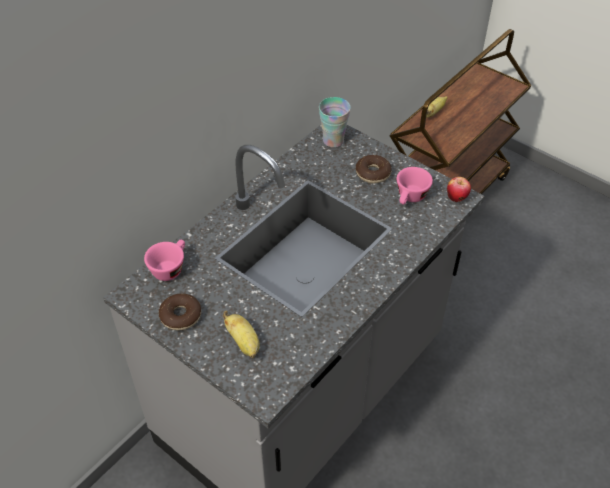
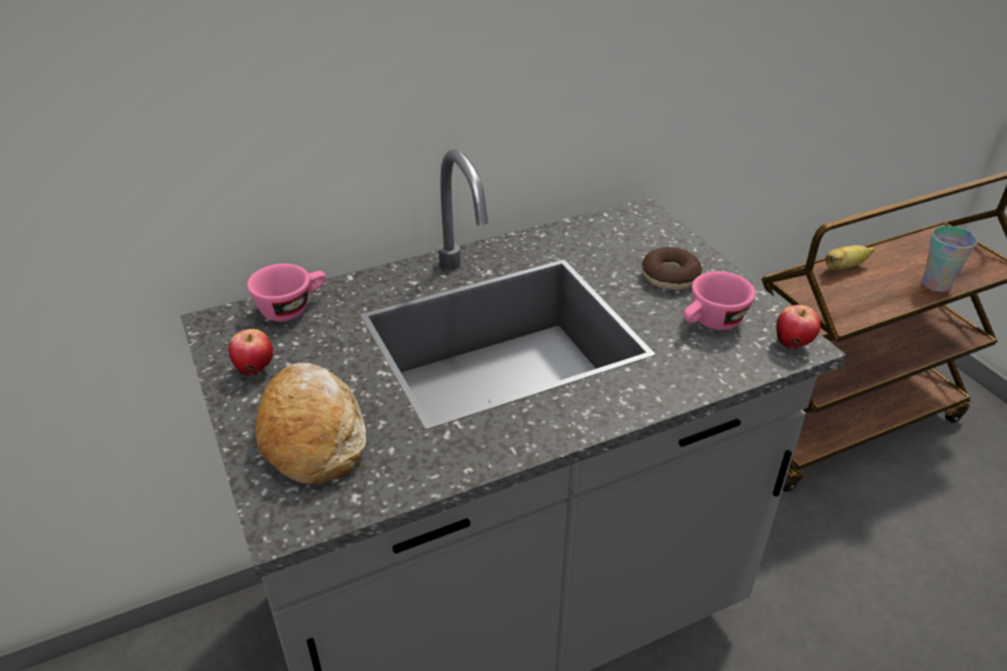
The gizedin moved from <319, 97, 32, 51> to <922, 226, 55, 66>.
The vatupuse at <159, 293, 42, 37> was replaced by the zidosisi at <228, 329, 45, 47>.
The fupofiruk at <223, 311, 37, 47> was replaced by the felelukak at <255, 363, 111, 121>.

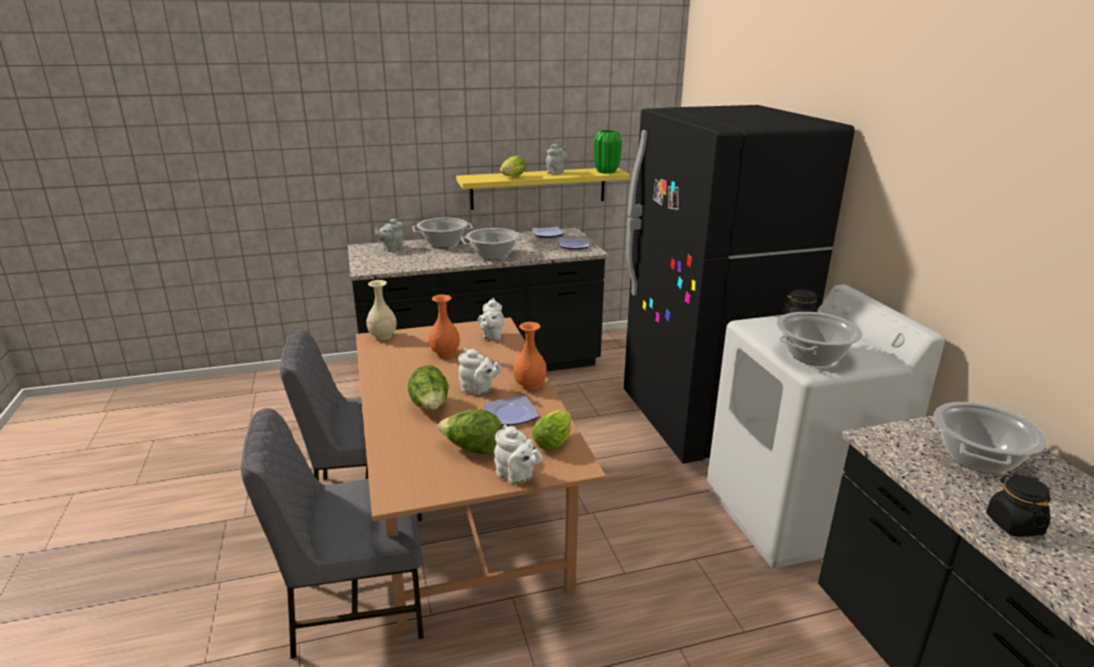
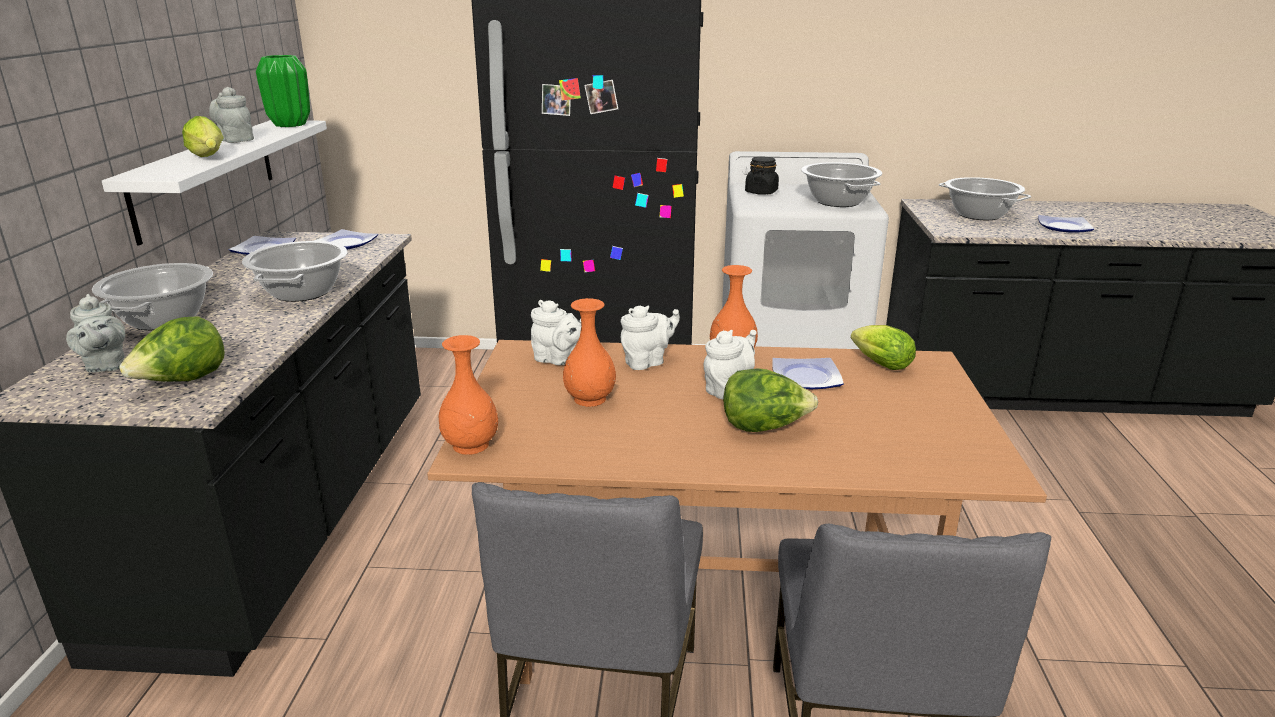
The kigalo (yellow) at <456, 168, 174, 42> became the kigalo (white) at <102, 120, 225, 126>.
The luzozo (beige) at <366, 280, 31, 60> became the luzozo (orange) at <439, 335, 59, 120>.
The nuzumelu moved from <438, 409, 64, 45> to <119, 316, 106, 66>.
The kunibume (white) moved from <495, 425, 48, 59> to <621, 305, 59, 65>.
The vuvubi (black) at <986, 474, 65, 63> was replaced by the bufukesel at <1038, 215, 56, 18>.

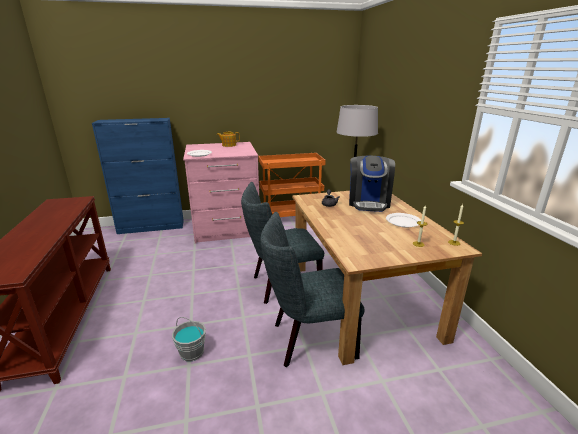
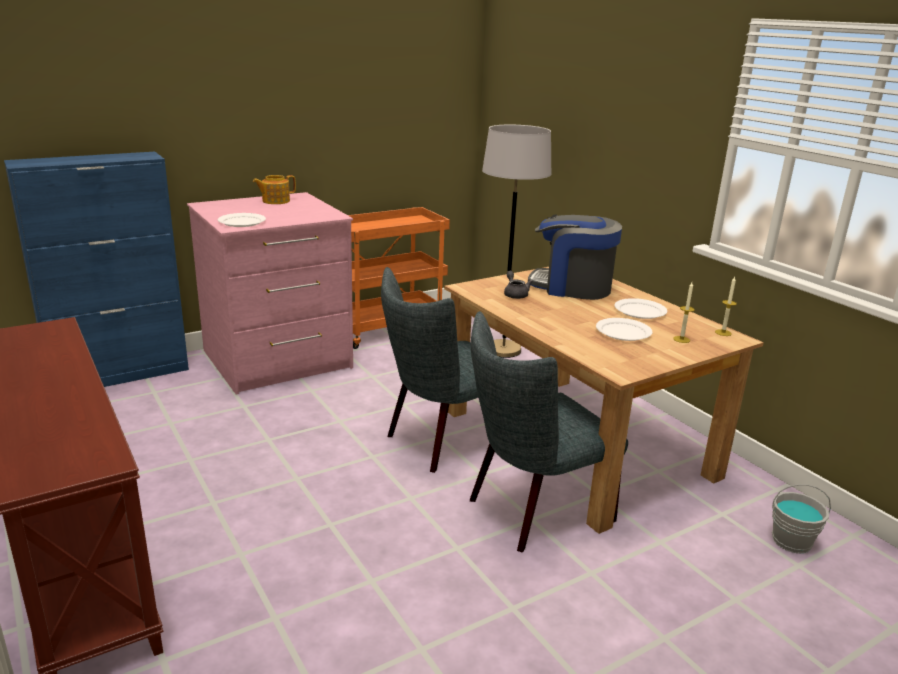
The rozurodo at <349, 156, 46, 56> turned 120 degrees clockwise.
The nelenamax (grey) moved from <172, 317, 34, 44> to <772, 484, 59, 70>.
The bufukesel (white) at <596, 318, 56, 23> appeared.

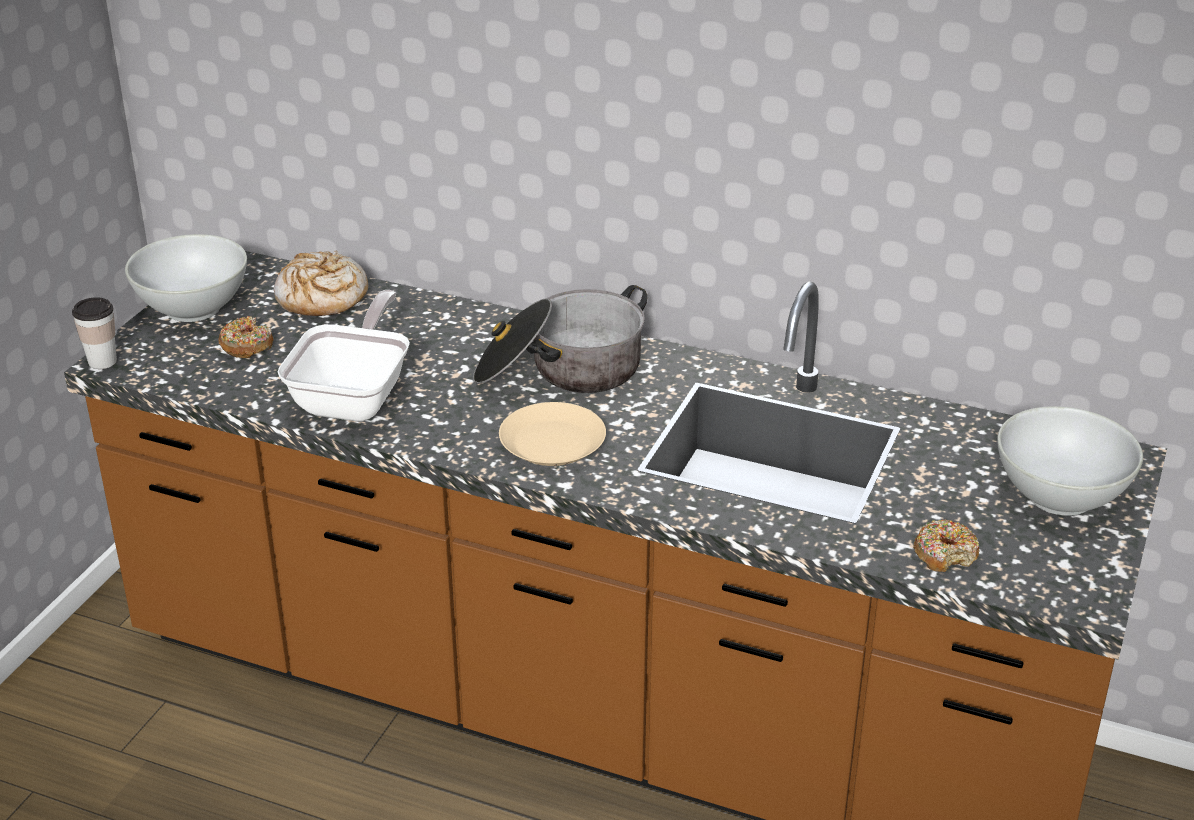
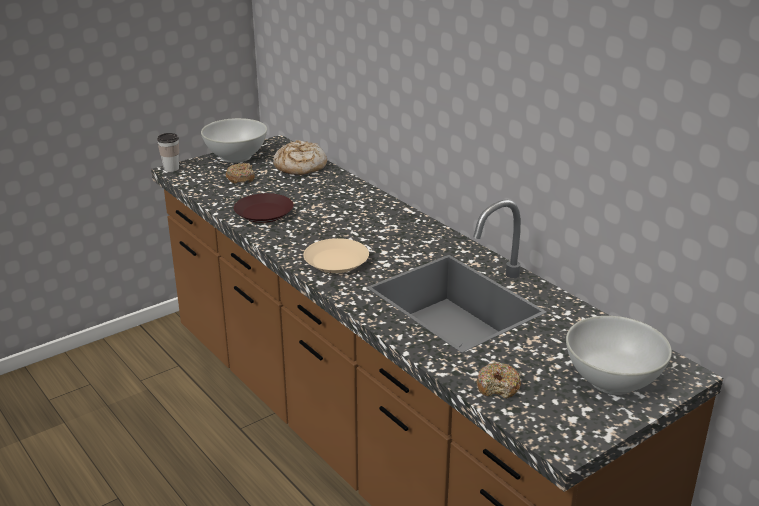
The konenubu at <473, 285, 174, 108> disappeared.
The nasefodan at <277, 290, 133, 132> was replaced by the bufukesel (brown) at <234, 193, 60, 30>.

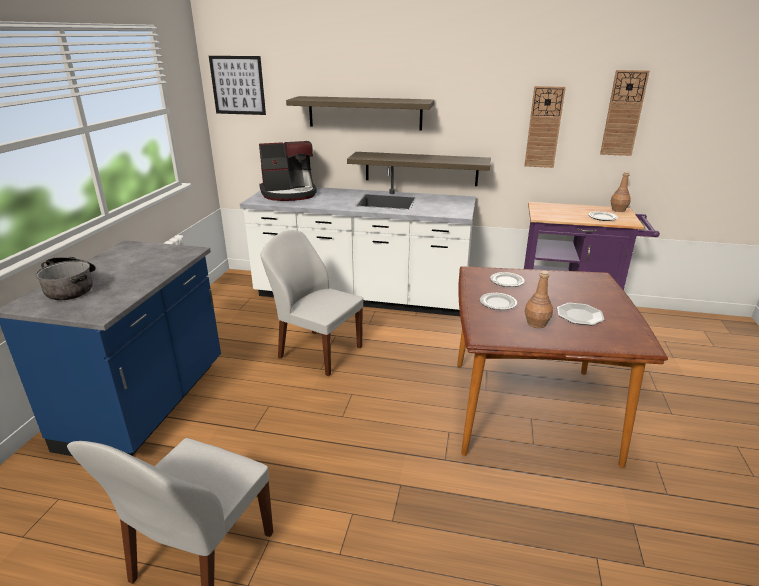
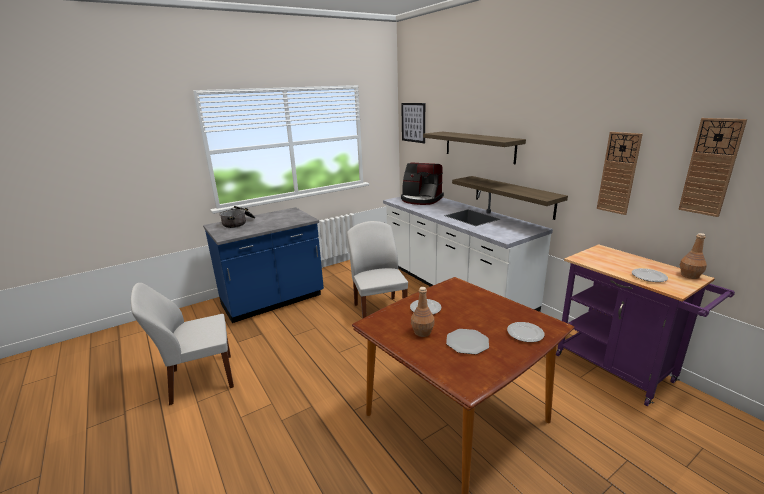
The bufukesel moved from <490, 272, 35, 15> to <507, 322, 38, 20>.

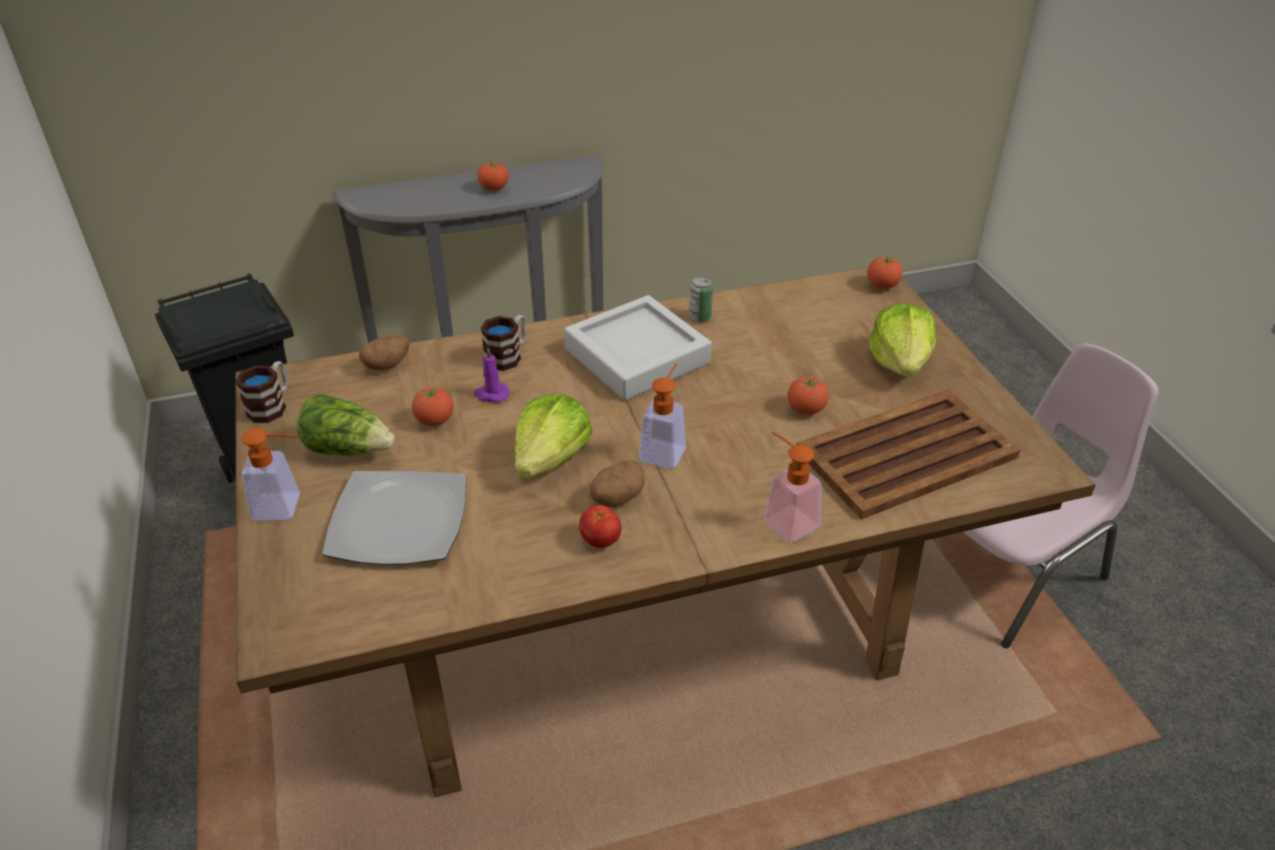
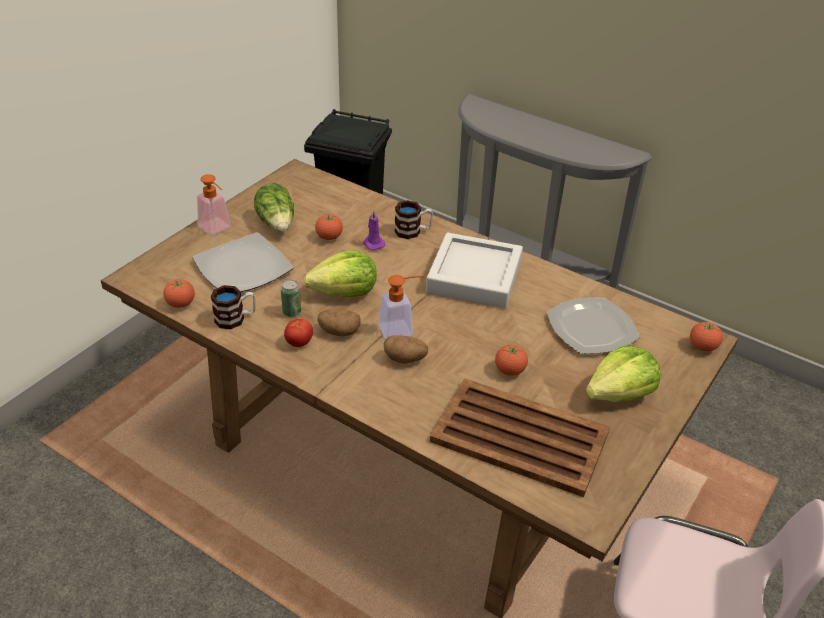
The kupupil moved from <477, 161, 32, 30> to <163, 279, 32, 29>.
The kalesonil moved from <689, 276, 24, 46> to <280, 279, 21, 38>.
The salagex moved from <359, 334, 51, 36> to <384, 335, 44, 29>.
The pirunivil moved from <235, 361, 52, 62> to <211, 285, 45, 44>.
The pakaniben at <764, 431, 57, 112> disappeared.
The bufukesel at <547, 297, 93, 57> appeared.

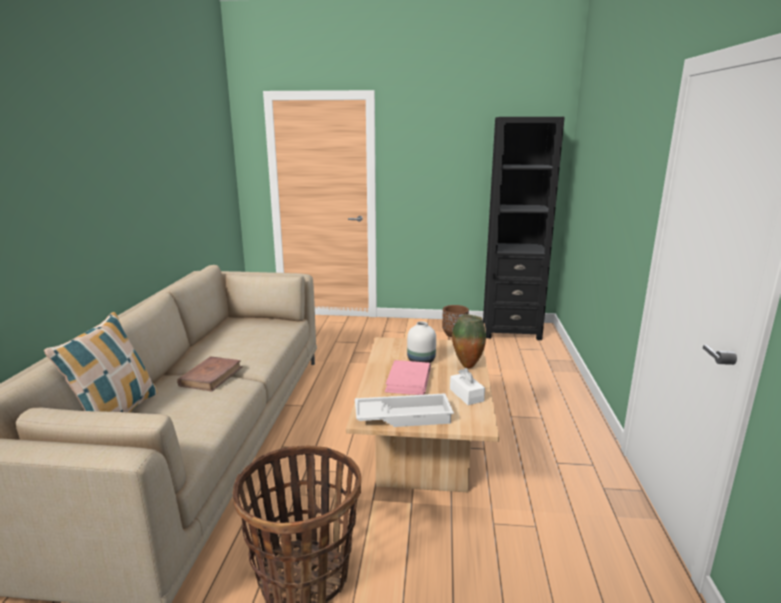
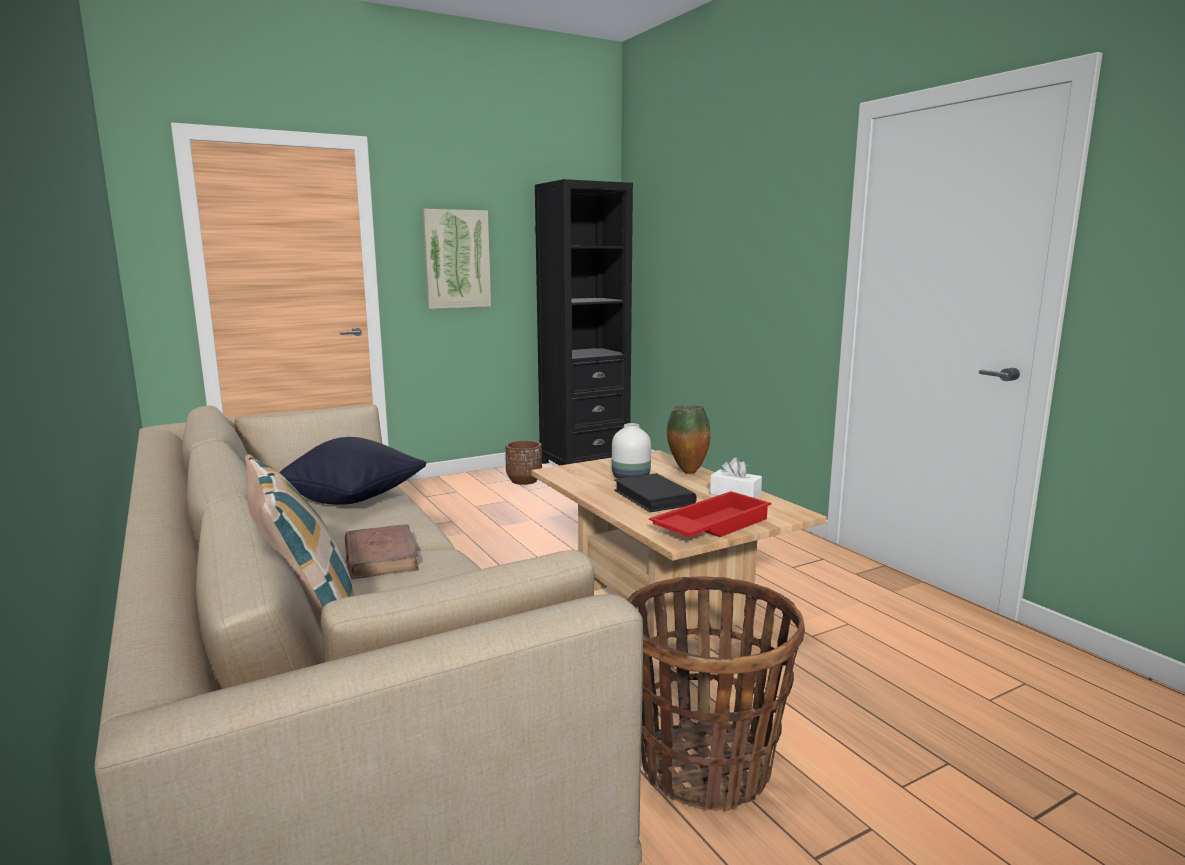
The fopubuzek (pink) at <385, 360, 46, 35> became the fopubuzek (black) at <614, 473, 83, 39>.
The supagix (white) at <355, 393, 99, 34> became the supagix (red) at <649, 491, 123, 46>.
The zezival at <422, 209, 69, 100> appeared.
The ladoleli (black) at <279, 437, 147, 68> appeared.

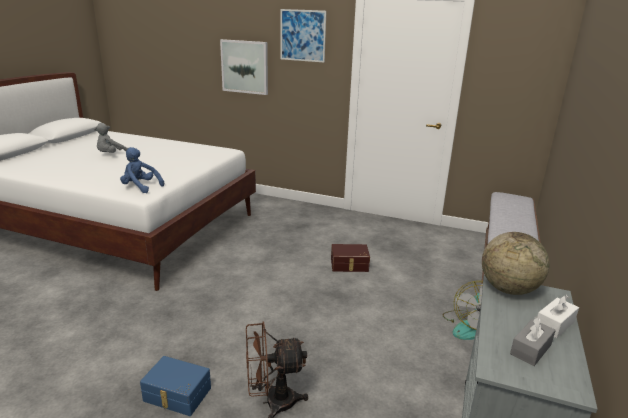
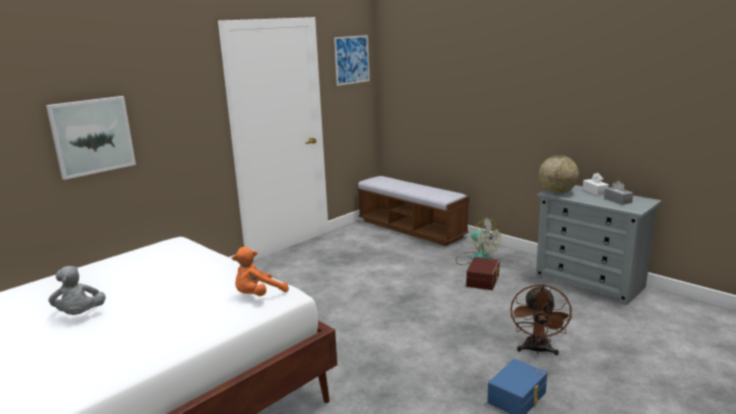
The zezival moved from <281, 9, 45, 54> to <334, 35, 36, 51>.
The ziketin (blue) at <120, 147, 44, 46> became the ziketin (orange) at <232, 247, 57, 49>.
The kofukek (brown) moved from <331, 244, 39, 28> to <466, 257, 34, 33>.

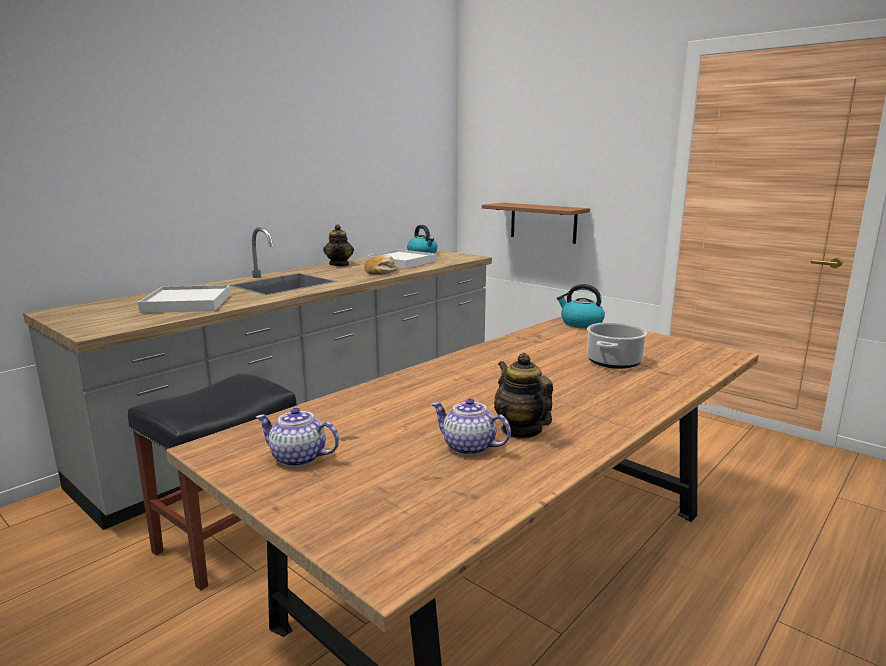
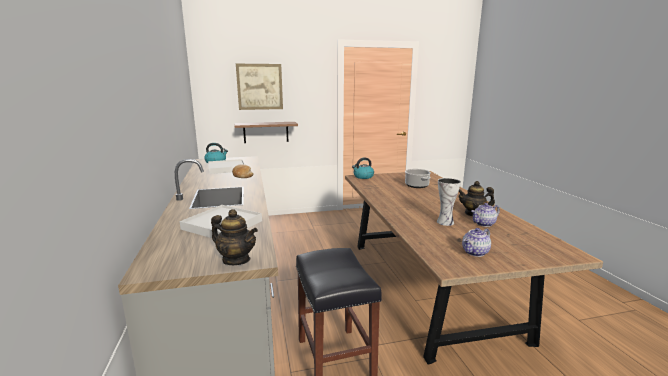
The kunibume moved from <323, 224, 31, 42> to <211, 209, 47, 56>.
The zezival at <236, 64, 47, 46> appeared.
The luzozo at <437, 178, 24, 48> appeared.

